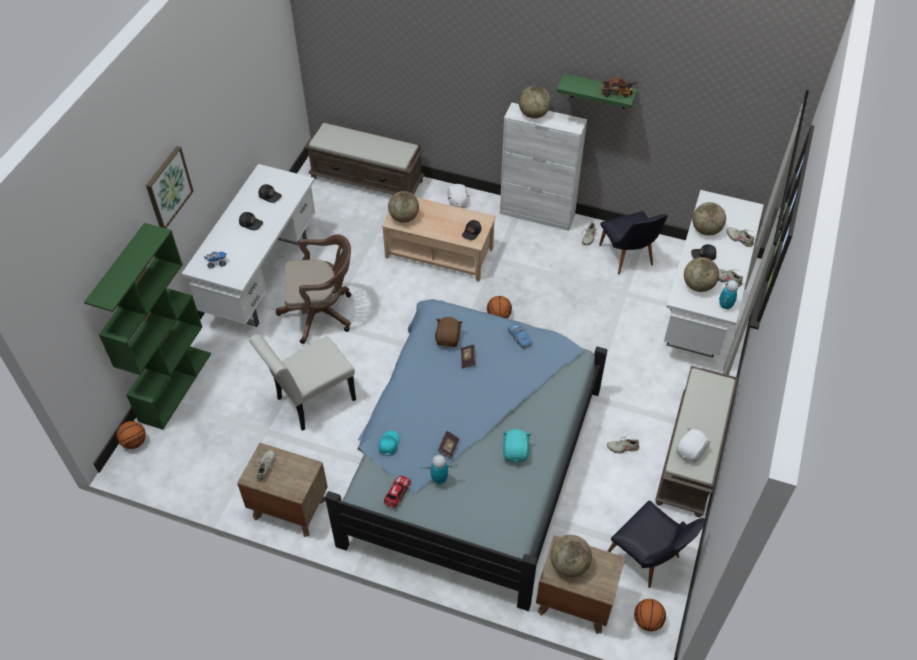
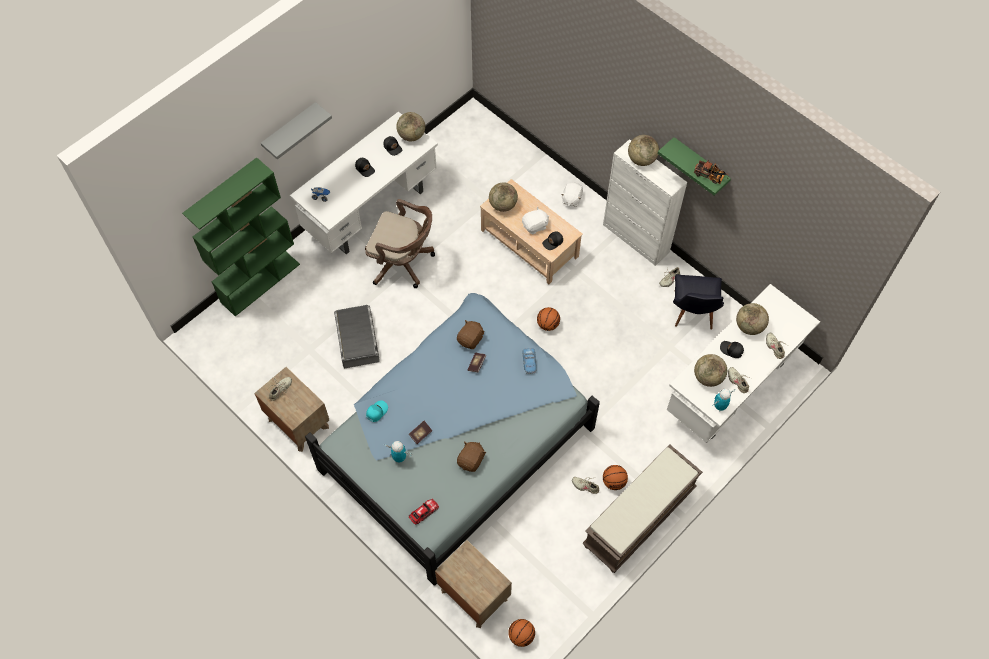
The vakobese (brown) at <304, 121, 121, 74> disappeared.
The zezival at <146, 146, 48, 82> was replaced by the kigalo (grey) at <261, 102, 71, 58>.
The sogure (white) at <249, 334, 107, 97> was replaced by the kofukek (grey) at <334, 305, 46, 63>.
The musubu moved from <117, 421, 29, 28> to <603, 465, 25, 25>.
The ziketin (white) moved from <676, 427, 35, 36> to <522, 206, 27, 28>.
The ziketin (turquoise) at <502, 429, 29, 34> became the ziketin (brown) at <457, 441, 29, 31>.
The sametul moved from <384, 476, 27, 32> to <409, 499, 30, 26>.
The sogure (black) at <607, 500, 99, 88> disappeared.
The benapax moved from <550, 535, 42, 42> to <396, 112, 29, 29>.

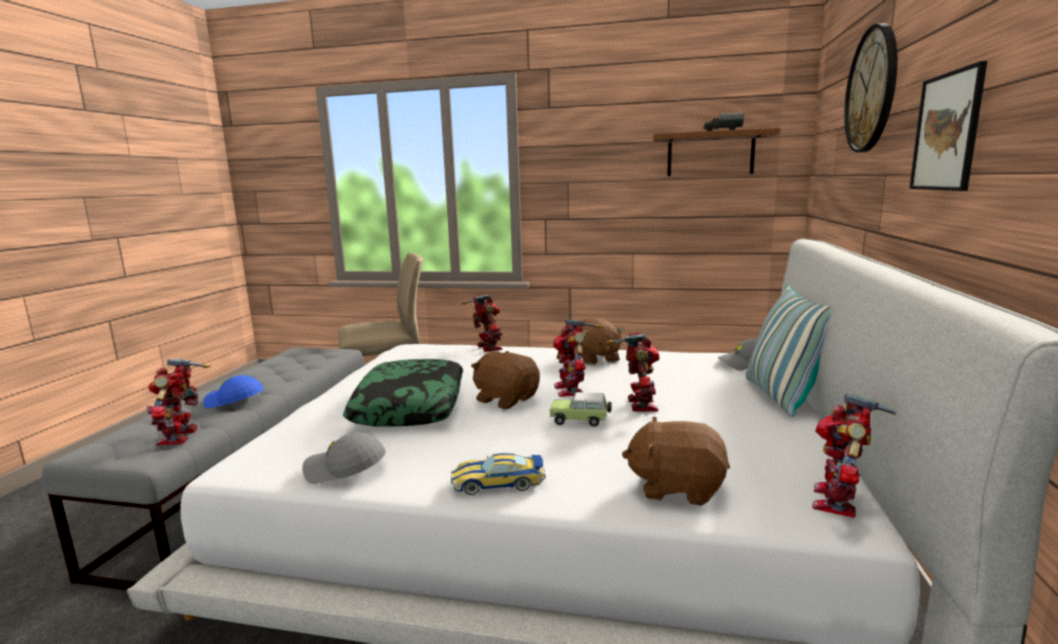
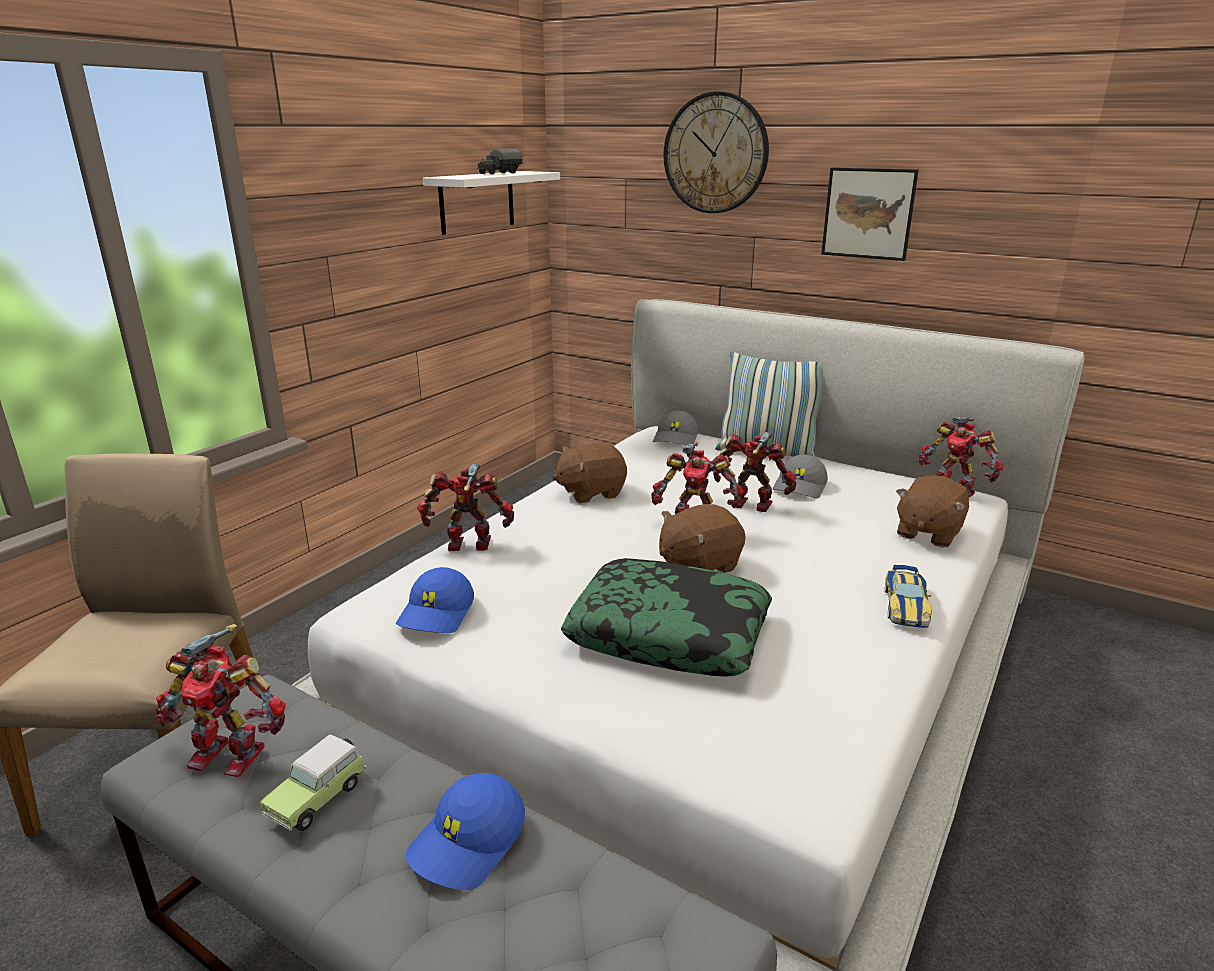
The kigalo (brown) at <653, 128, 127, 48> became the kigalo (white) at <423, 171, 137, 64>.
The ziketin (brown) at <581, 318, 43, 47> turned 150 degrees clockwise.
The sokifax moved from <147, 359, 64, 87> to <155, 624, 130, 153>.
The sametul moved from <550, 392, 62, 35> to <260, 734, 107, 97>.
The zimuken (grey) moved from <302, 432, 84, 52> to <773, 454, 55, 44>.
The zimuken (blue) at <396, 567, 78, 66> appeared.

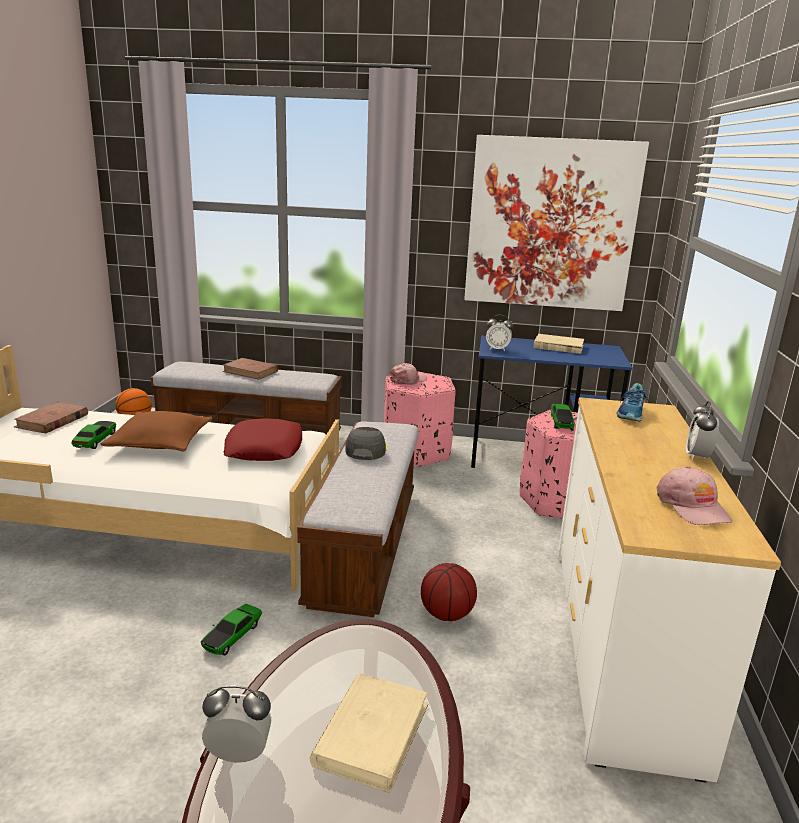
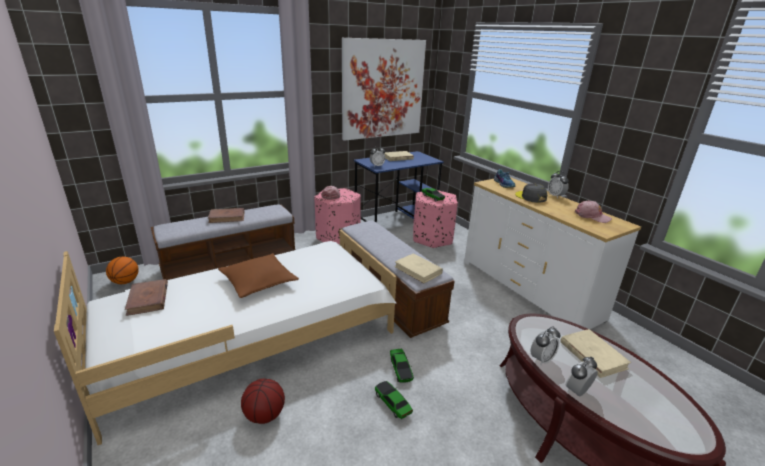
The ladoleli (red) at <224, 419, 78, 42> disappeared.
The sametul moved from <71, 421, 45, 28> to <375, 381, 38, 38>.
The zimuken (grey) moved from <345, 427, 42, 33> to <515, 183, 32, 20>.
The musubu moved from <421, 563, 56, 58> to <241, 379, 44, 45>.
The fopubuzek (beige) at <394, 253, 49, 30> appeared.
The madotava at <531, 326, 30, 40> appeared.

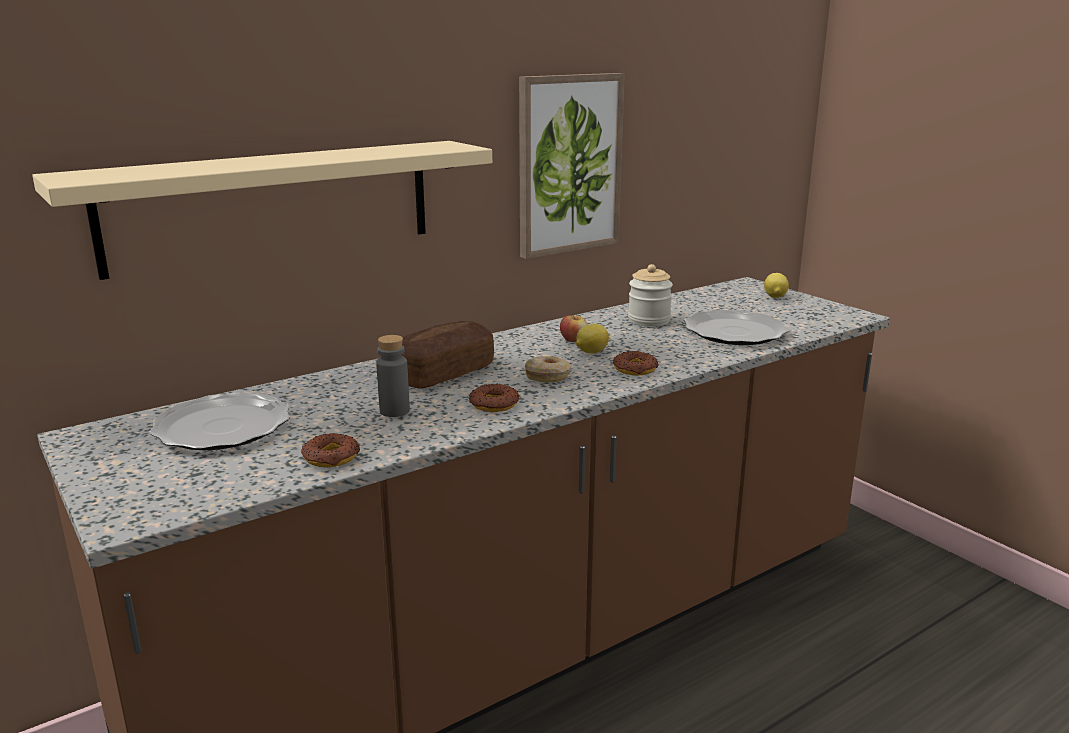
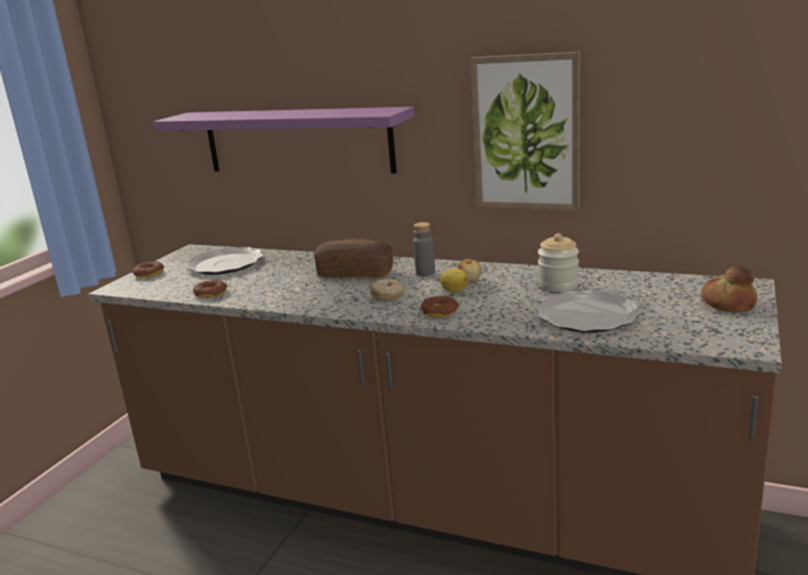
The kigalo (beige) at <32, 141, 460, 139> became the kigalo (purple) at <152, 107, 263, 67>.
The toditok at <764, 273, 25, 25> was replaced by the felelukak at <701, 266, 56, 47>.
The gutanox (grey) moved from <376, 335, 34, 82> to <413, 222, 22, 54>.
The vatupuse moved from <469, 383, 50, 29> to <132, 261, 32, 17>.

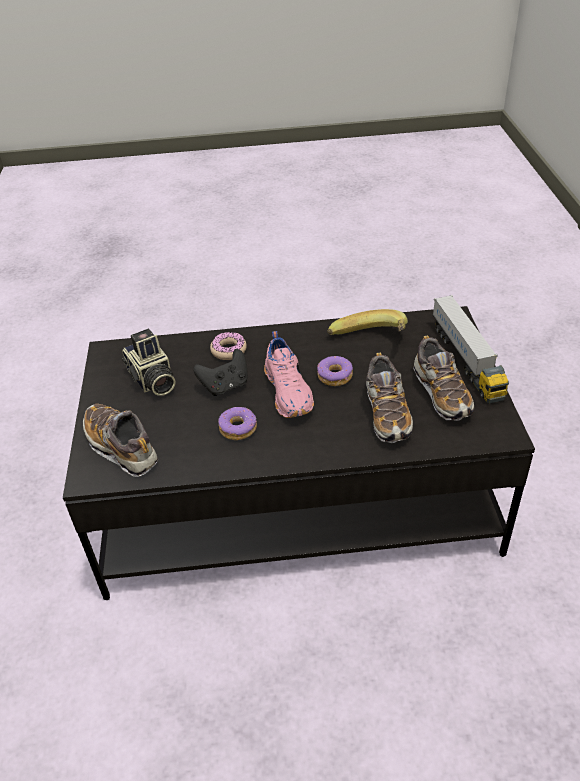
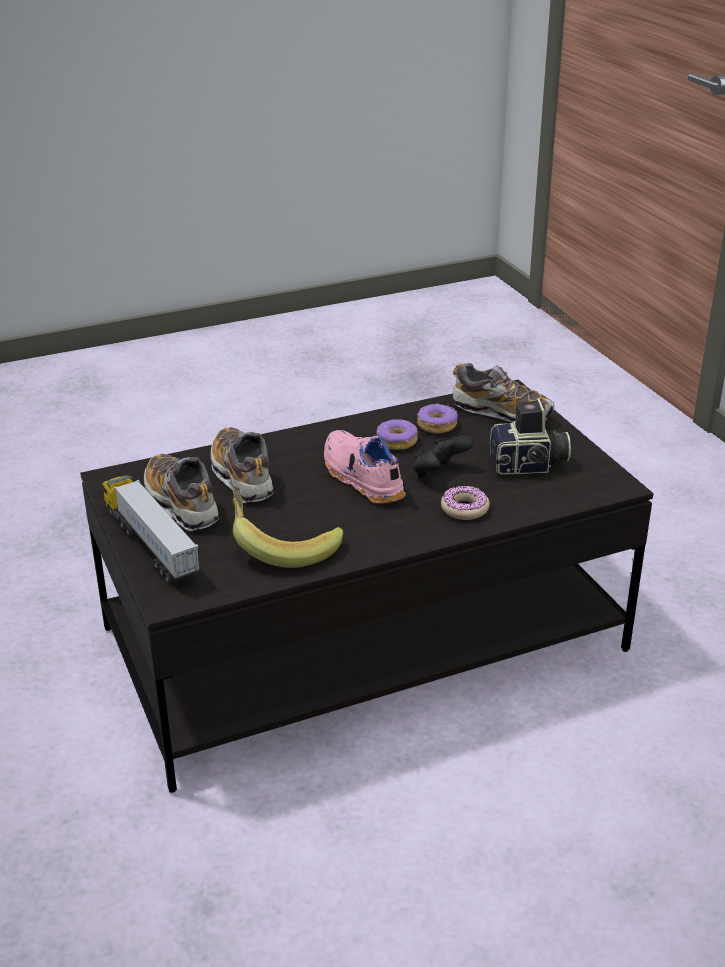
The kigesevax at <122, 329, 53, 67> turned 135 degrees clockwise.
The vatupuse moved from <317, 356, 36, 30> to <417, 403, 41, 31>.

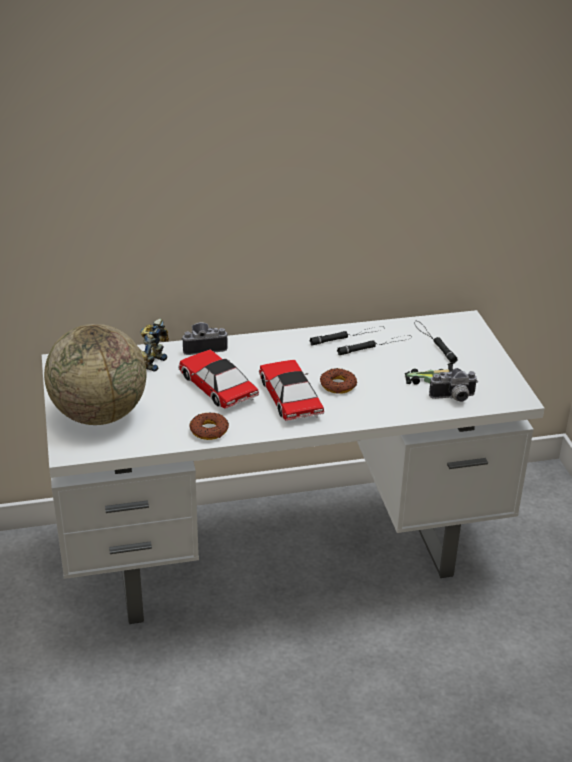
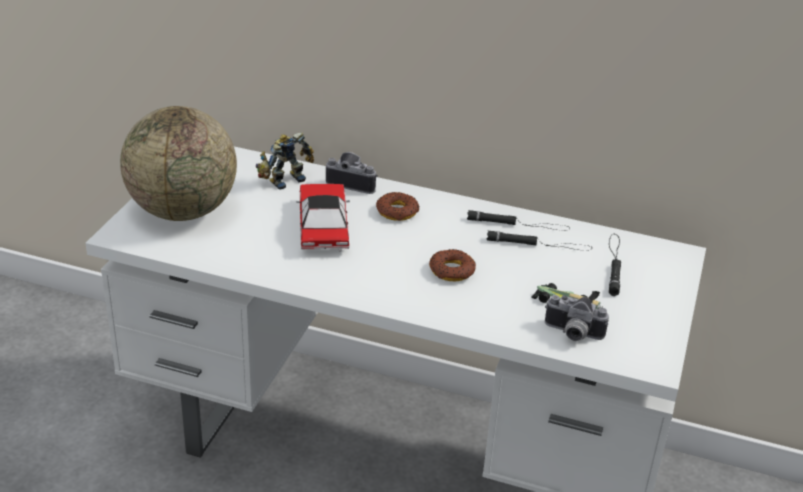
The sametul at <259, 360, 65, 61> disappeared.
The vatupuse moved from <190, 412, 39, 28> to <376, 192, 43, 29>.

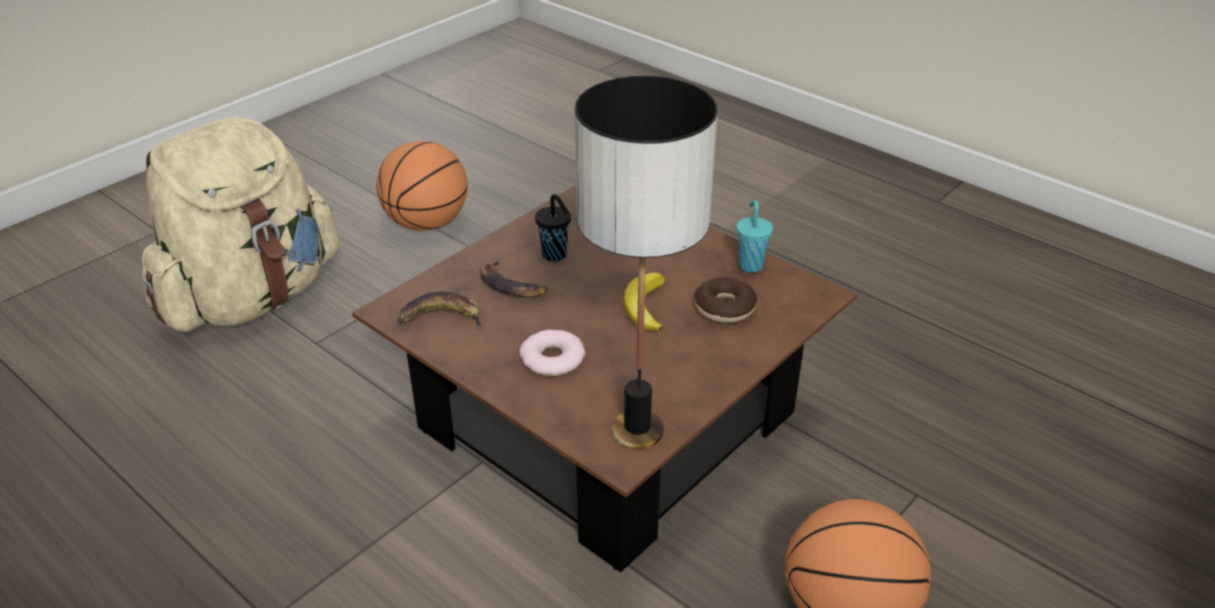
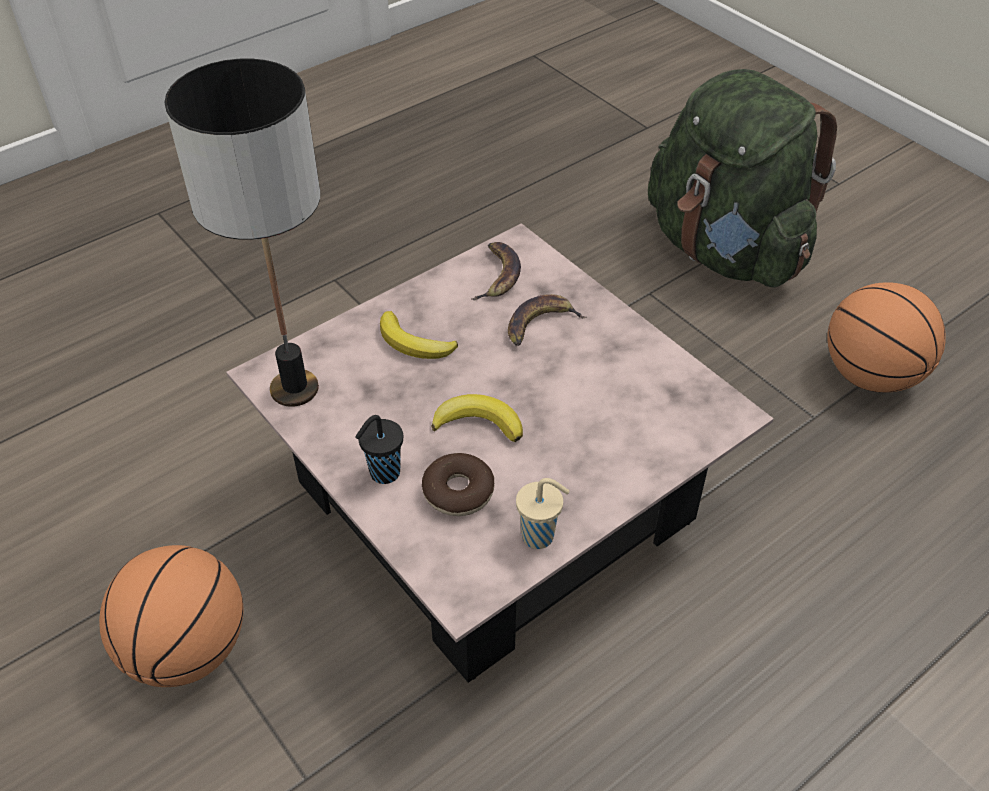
The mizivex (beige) at <142, 117, 197, 215> became the mizivex (green) at <648, 69, 189, 219>.
The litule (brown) at <352, 185, 505, 387> became the litule (pink) at <226, 223, 548, 460>.
The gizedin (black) moved from <535, 194, 36, 67> to <355, 415, 48, 69>.
The gizedin (turquoise) at <736, 200, 37, 73> became the gizedin (beige) at <516, 478, 53, 71>.
The vatupuse at <519, 330, 66, 46> was replaced by the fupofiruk at <380, 311, 78, 48>.

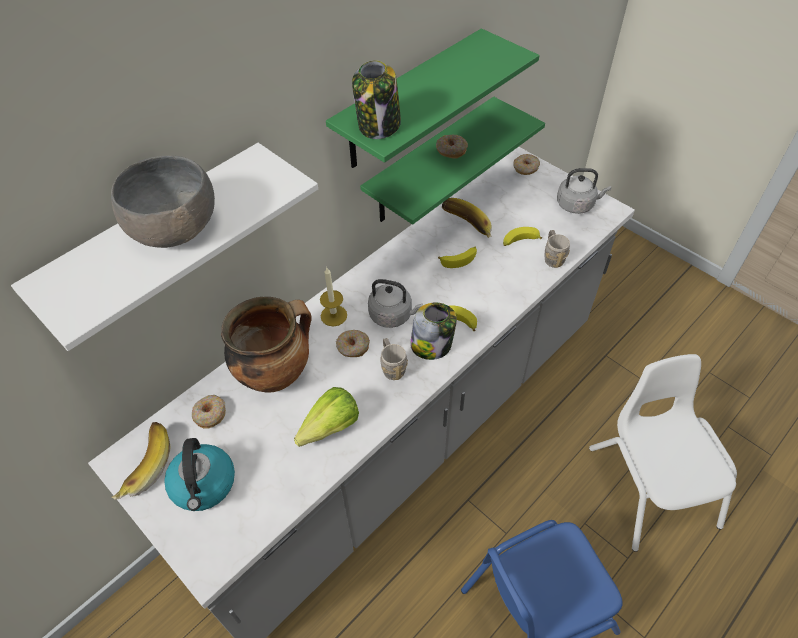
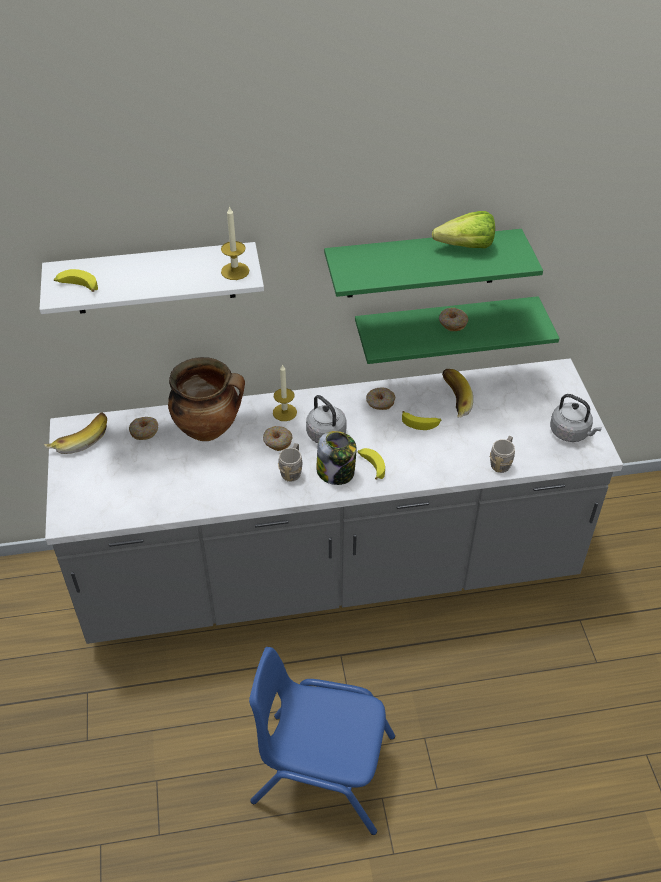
The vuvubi at <352, 60, 49, 79> disappeared.
The vatupuse moved from <513, 154, 27, 21> to <366, 387, 29, 23>.
The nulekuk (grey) at <111, 155, 104, 93> disappeared.
The fupofiruk moved from <503, 227, 39, 19> to <54, 269, 44, 23>.
The sogure (white) at <589, 354, 148, 198> disappeared.
The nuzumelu moved from <294, 387, 65, 60> to <432, 211, 63, 37>.
The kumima at <164, 438, 71, 73> disappeared.
The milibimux at <221, 206, 28, 74> appeared.

